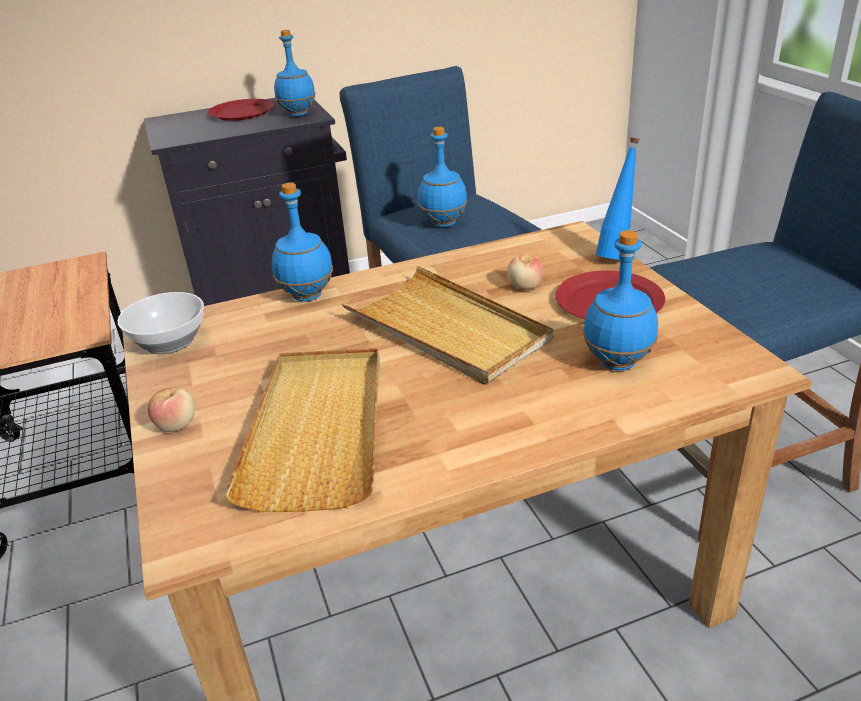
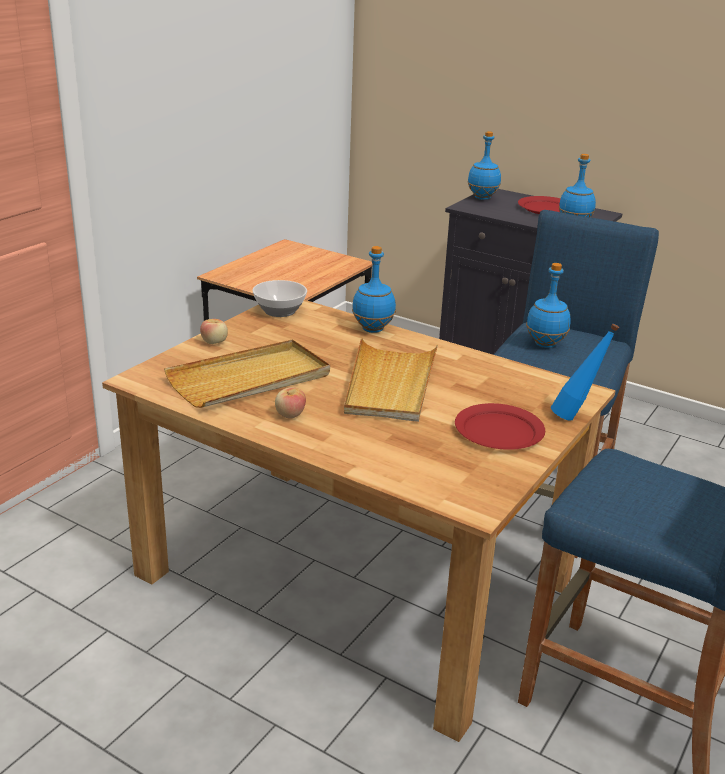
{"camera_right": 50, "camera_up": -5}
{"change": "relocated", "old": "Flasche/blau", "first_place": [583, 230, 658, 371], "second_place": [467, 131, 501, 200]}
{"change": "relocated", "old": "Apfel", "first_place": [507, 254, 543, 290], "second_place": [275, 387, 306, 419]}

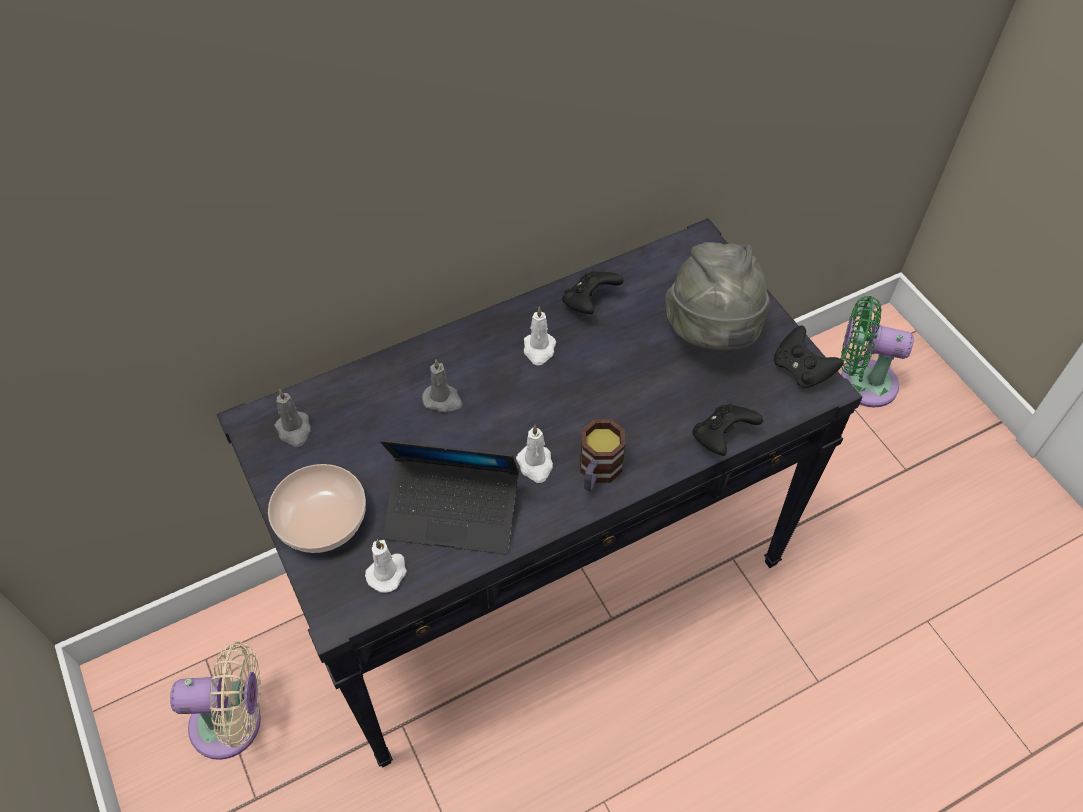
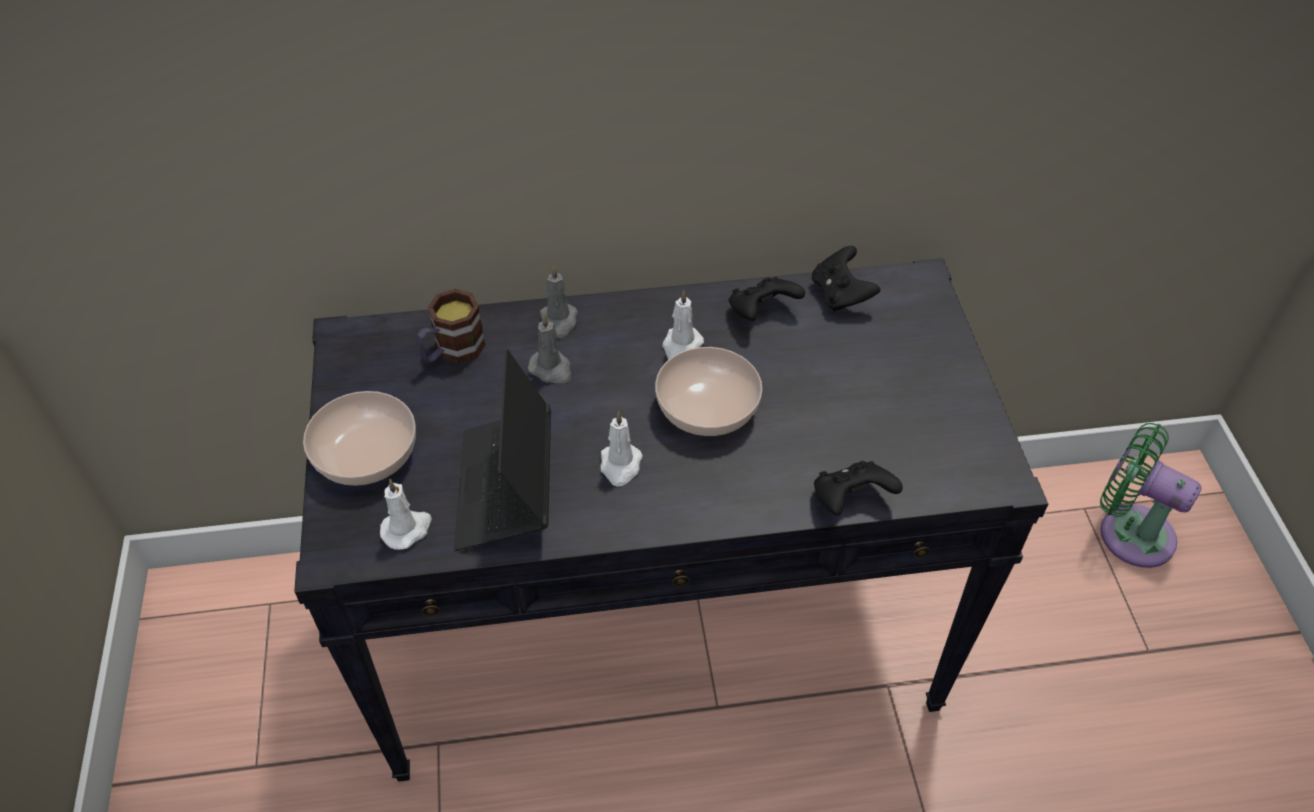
{"camera_right": 20, "camera_up": -5}
{"change": "missing", "old": "Hut/grau", "first_place": [665, 242, 770, 351]}
{"change": "relocated", "old": "Gamepad/schwarz", "first_place": [774, 326, 843, 389], "second_place": [812, 246, 881, 312]}
{"change": "relocated", "old": "Kerze/grau", "first_place": [274, 389, 311, 447], "second_place": [540, 266, 578, 339]}
{"change": "relocated", "old": "Henkelbecher", "first_place": [580, 419, 626, 491], "second_place": [417, 289, 486, 364]}
{"change": "spun", "old": "Laptop", "first_place": [380, 440, 519, 554], "second_place": [454, 349, 551, 550], "degrees": 60}
{"change": "missing", "old": "Ventilator/beige", "first_place": [170, 642, 261, 760]}
{"change": "appeared", "new": "Schüssel", "second_place": [655, 347, 762, 436]}

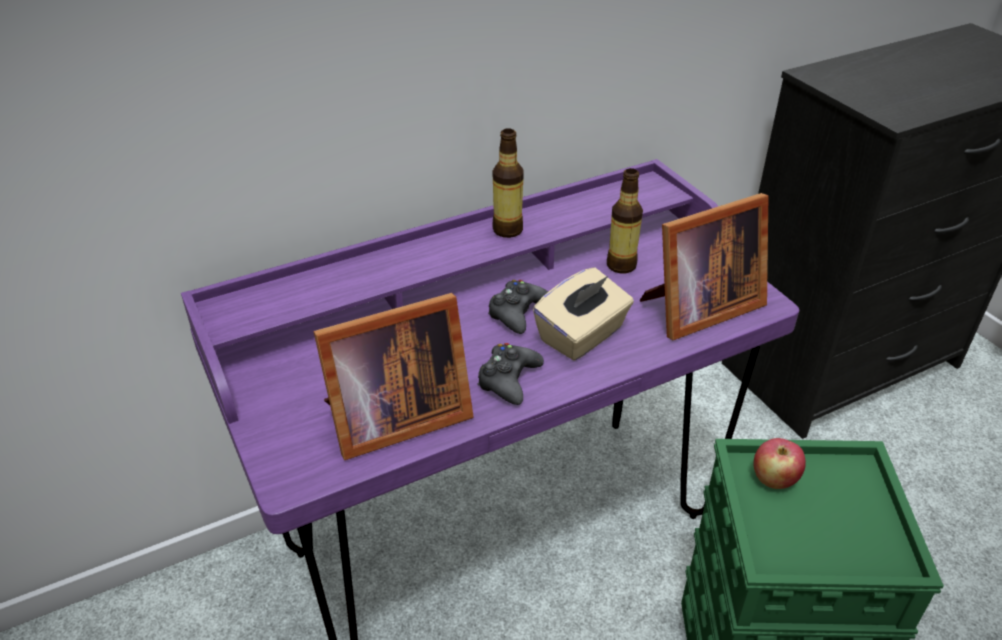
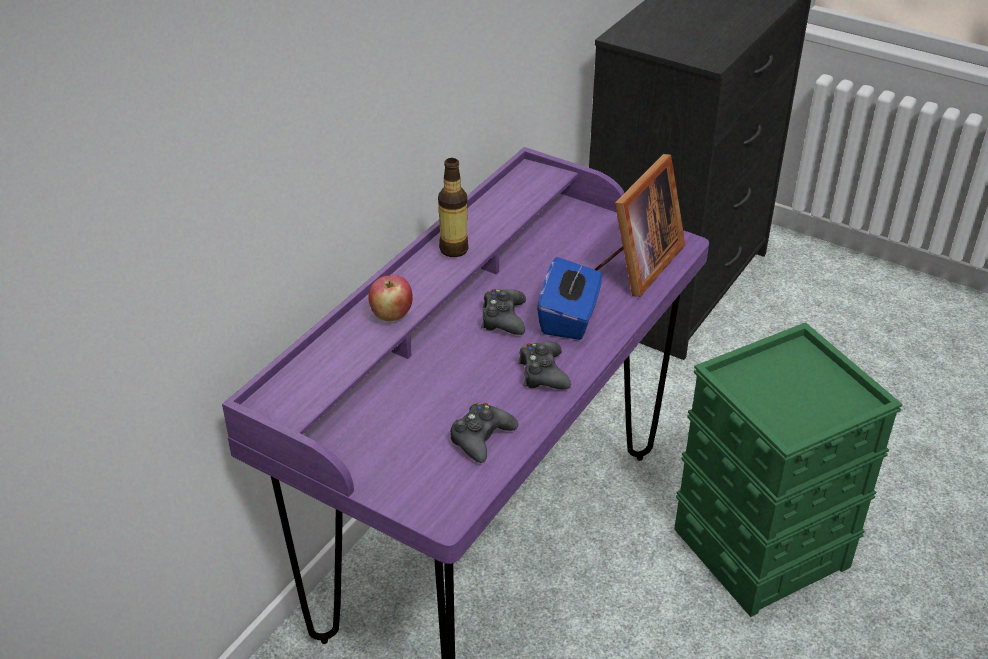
{"camera_right": -30, "camera_up": 0}
{"change": "missing", "old": "Flasche", "first_place": [607, 168, 643, 273]}
{"change": "colour", "old": "Taschentuchbox/beige", "new": "Taschentuchbox/blau", "first_place": [533, 268, 634, 361], "second_place": [537, 257, 602, 340]}
{"change": "exchanged", "old": "Bilderrahmen", "new": "Gamepad/schwarz", "first_place": [314, 293, 474, 460], "second_place": [450, 403, 518, 463]}
{"change": "relocated", "old": "Apfel", "first_place": [754, 438, 806, 489], "second_place": [369, 275, 413, 321]}

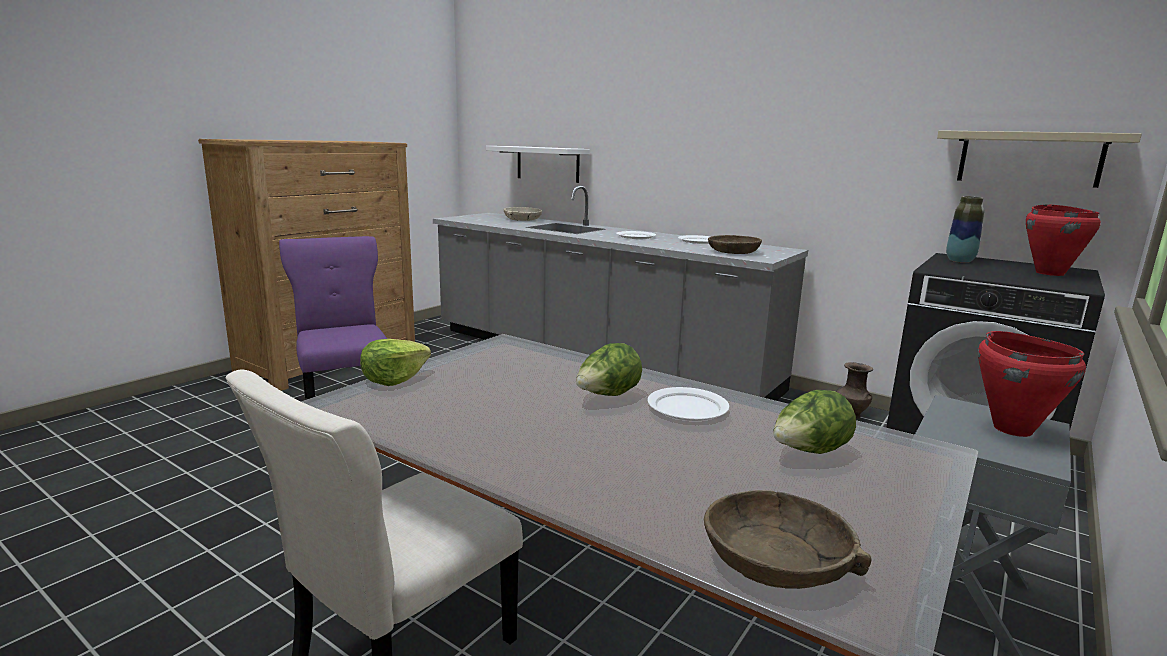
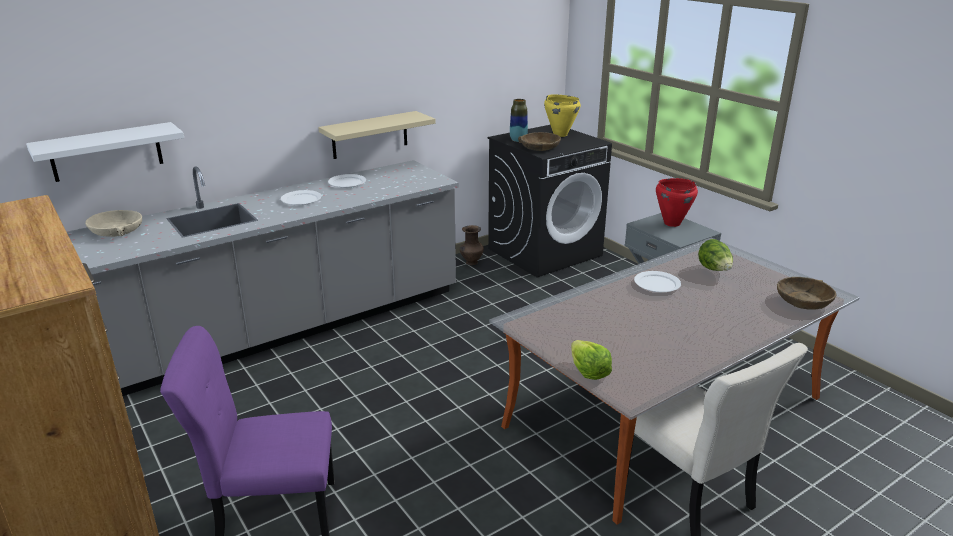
{"camera_right": -70, "camera_up": 10}
{"change": "relocated", "old": "Wandregal/beige", "first_place": [937, 130, 1142, 188], "second_place": [318, 111, 436, 159]}
{"change": "colour", "old": "Kochtopf/rot", "new": "Kochtopf/gelb", "first_place": [1026, 204, 1101, 276], "second_place": [544, 94, 581, 137]}
{"change": "relocated", "old": "Schüssel/braun", "first_place": [708, 235, 762, 254], "second_place": [518, 132, 561, 151]}
{"change": "missing", "old": "Salatkopf", "first_place": [576, 343, 642, 396]}

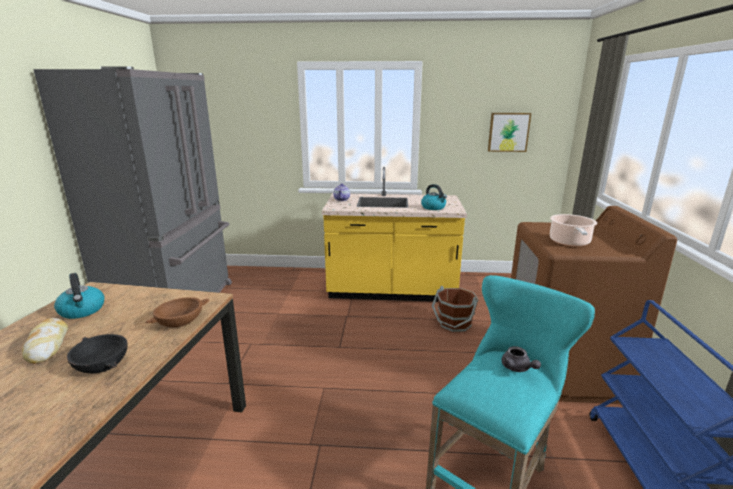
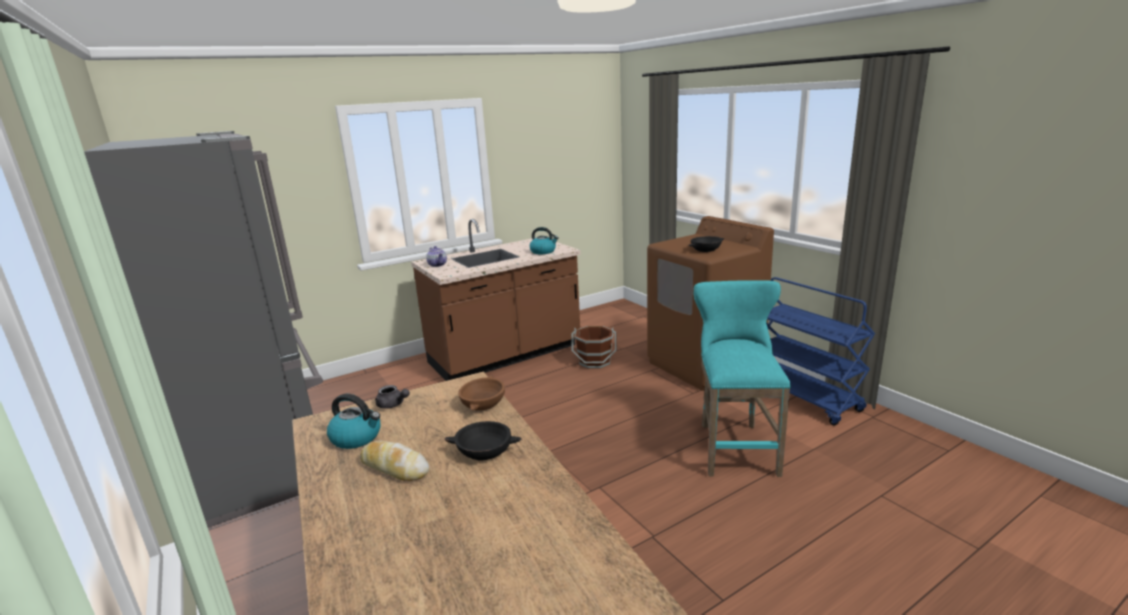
{"camera_right": -35, "camera_up": 0}
{"change": "missing", "old": "Bild", "first_place": [488, 113, 531, 152]}
{"change": "colour", "old": "Küchenzeile/gelb", "new": "Küchenzeile/braun", "first_place": [322, 167, 467, 302], "second_place": [411, 219, 581, 381]}
{"change": "exchanged", "old": "Kochtopf", "new": "Schüssel/schwarz", "first_place": [550, 214, 597, 247], "second_place": [688, 236, 724, 252]}
{"change": "relocated", "old": "Teekanne/grau", "first_place": [502, 346, 541, 372], "second_place": [375, 385, 410, 409]}

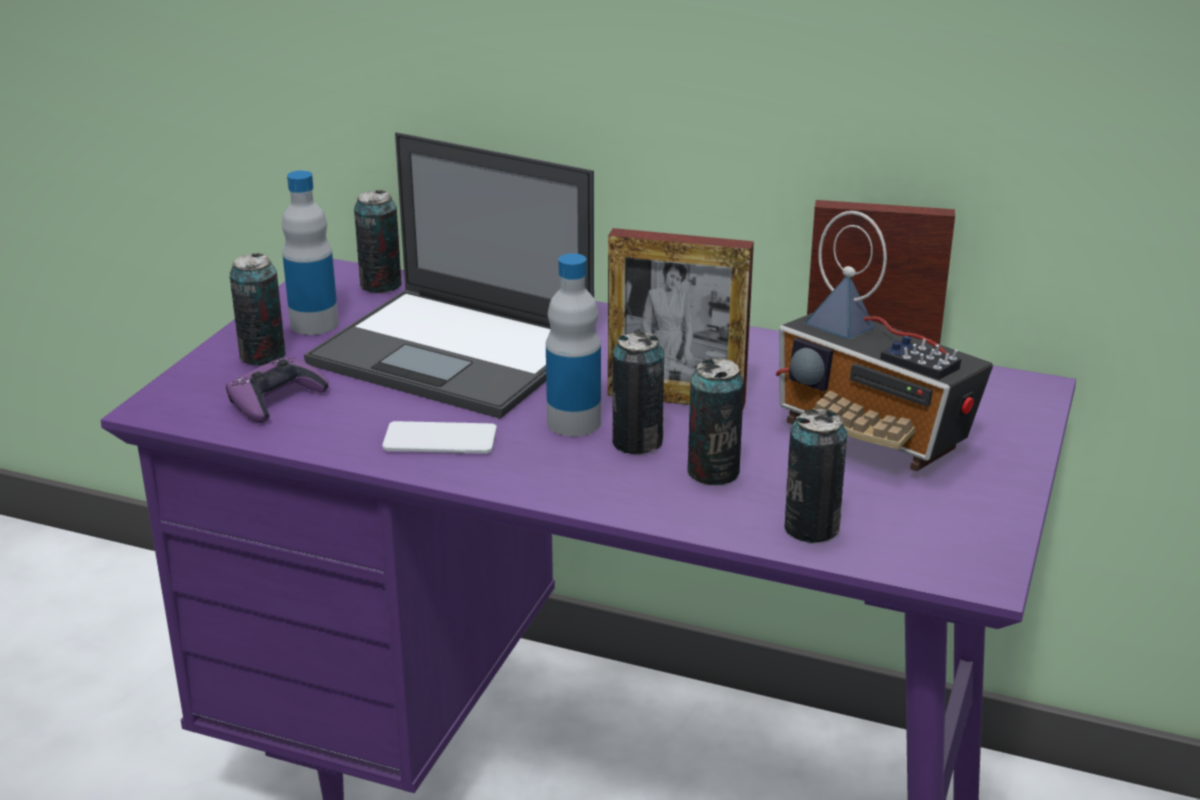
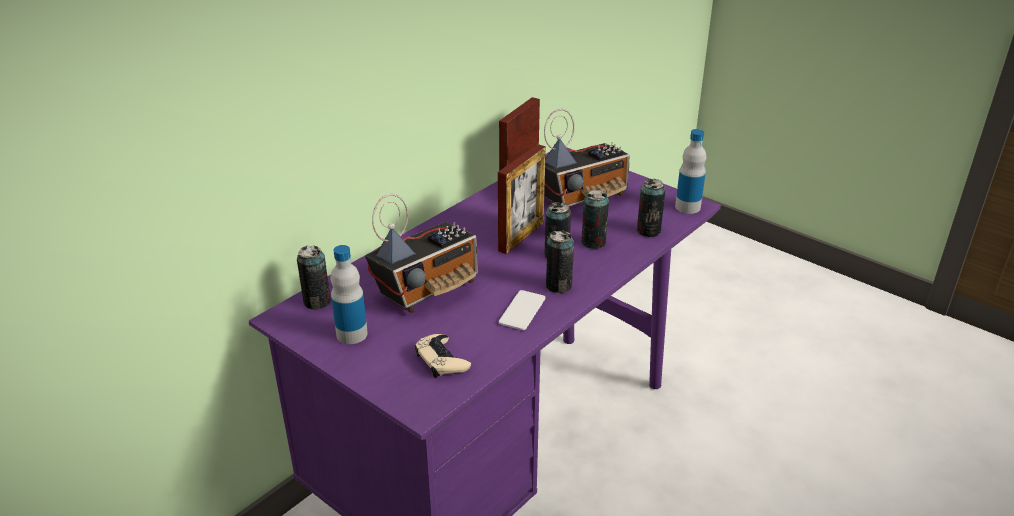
{"camera_right": -70, "camera_up": 5}
{"change": "exchanged", "old": "Laptop", "new": "Radio", "first_place": [304, 132, 594, 419], "second_place": [365, 194, 478, 313]}
{"change": "relocated", "old": "Dose", "first_place": [230, 253, 285, 366], "second_place": [546, 230, 574, 293]}
{"change": "relocated", "old": "Flasche", "first_place": [546, 253, 601, 436], "second_place": [675, 129, 706, 214]}
{"change": "colour", "old": "Gamepad/lila", "new": "Gamepad/beige", "first_place": [226, 357, 329, 423], "second_place": [415, 334, 471, 378]}

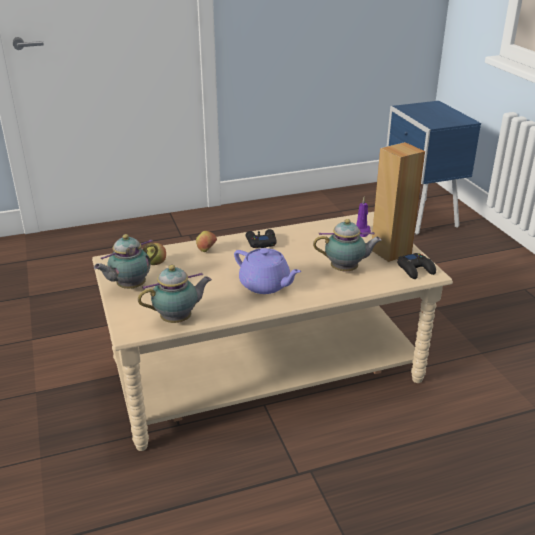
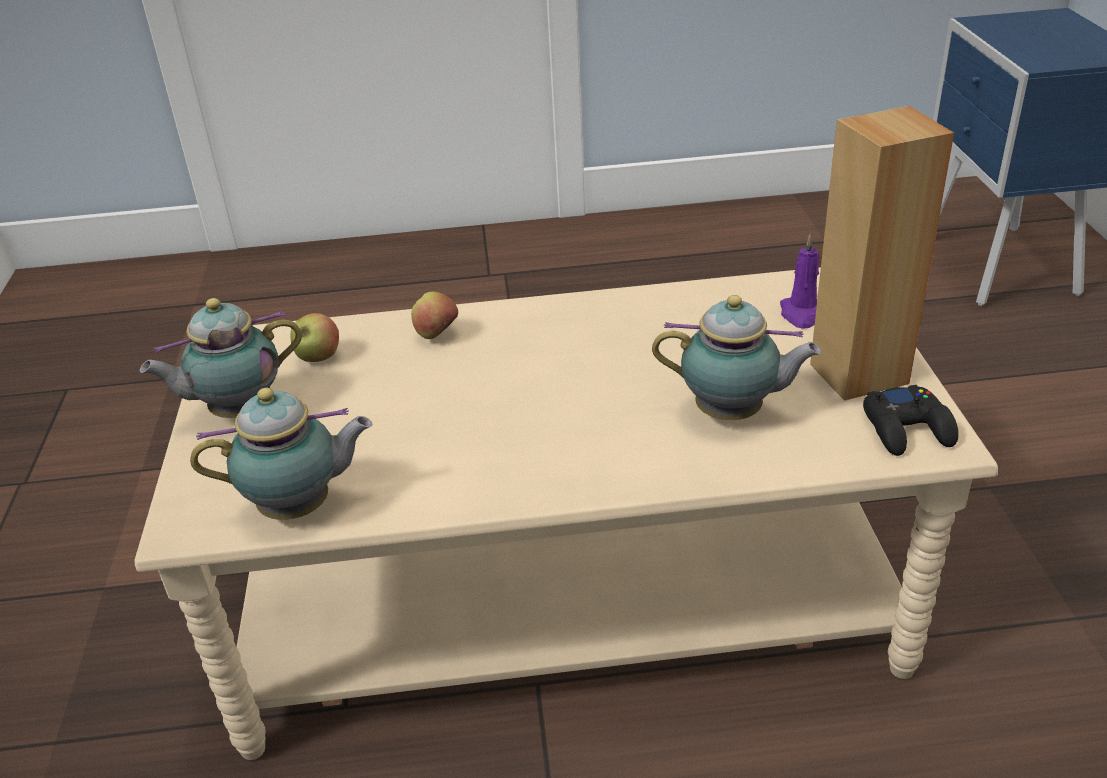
{"camera_right": 15, "camera_up": 5}
{"change": "missing", "old": "Gamepad/schwarz", "first_place": [246, 229, 276, 248]}
{"change": "missing", "old": "Teekanne/lila", "first_place": [234, 248, 301, 294]}

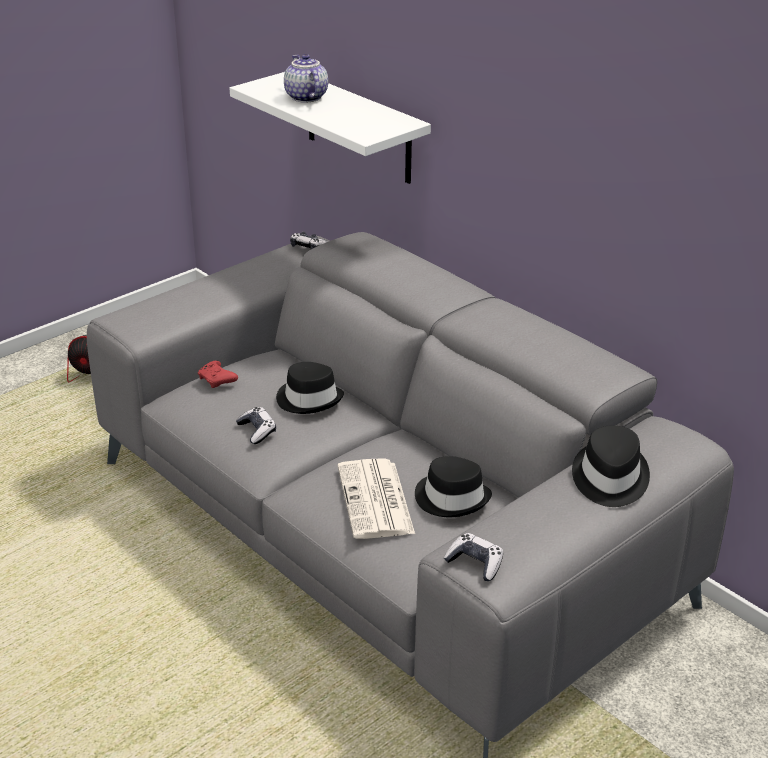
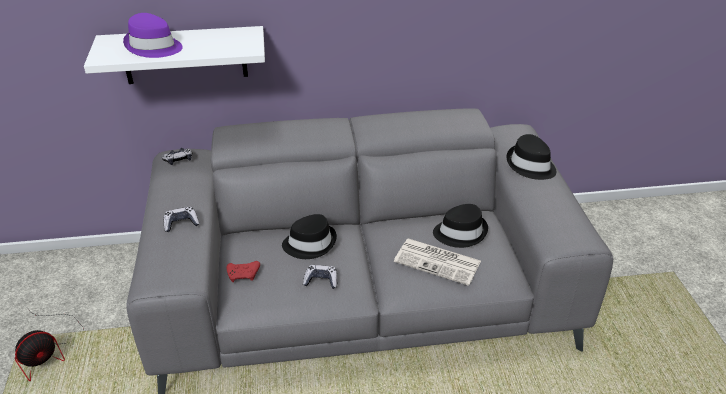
{"camera_right": -55, "camera_up": 5}
{"change": "exchanged", "old": "Teekanne", "new": "Hut/lila", "first_place": [284, 54, 328, 103], "second_place": [123, 13, 183, 58]}
{"change": "relocated", "old": "Gamepad", "first_place": [444, 533, 503, 581], "second_place": [164, 206, 199, 232]}

